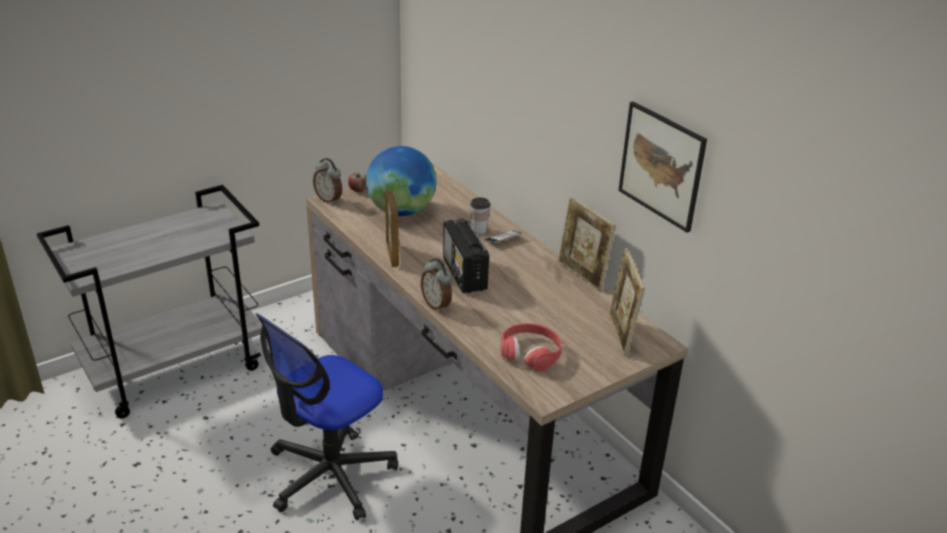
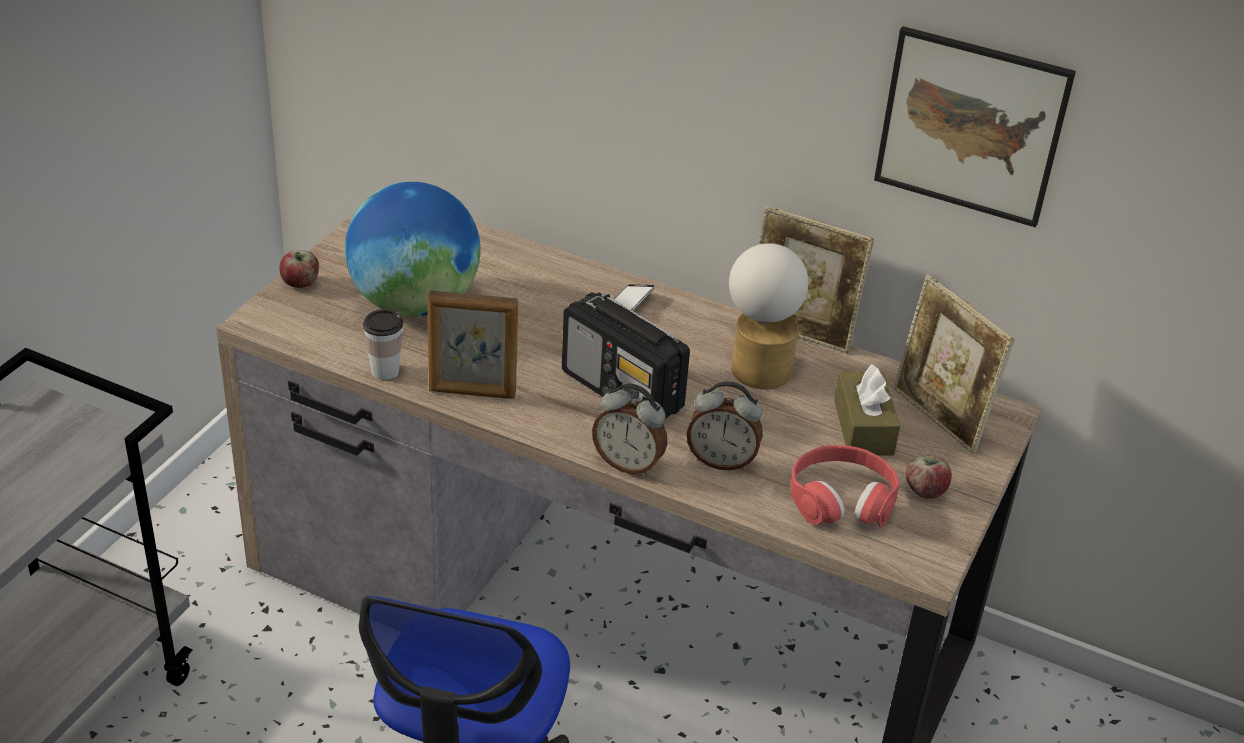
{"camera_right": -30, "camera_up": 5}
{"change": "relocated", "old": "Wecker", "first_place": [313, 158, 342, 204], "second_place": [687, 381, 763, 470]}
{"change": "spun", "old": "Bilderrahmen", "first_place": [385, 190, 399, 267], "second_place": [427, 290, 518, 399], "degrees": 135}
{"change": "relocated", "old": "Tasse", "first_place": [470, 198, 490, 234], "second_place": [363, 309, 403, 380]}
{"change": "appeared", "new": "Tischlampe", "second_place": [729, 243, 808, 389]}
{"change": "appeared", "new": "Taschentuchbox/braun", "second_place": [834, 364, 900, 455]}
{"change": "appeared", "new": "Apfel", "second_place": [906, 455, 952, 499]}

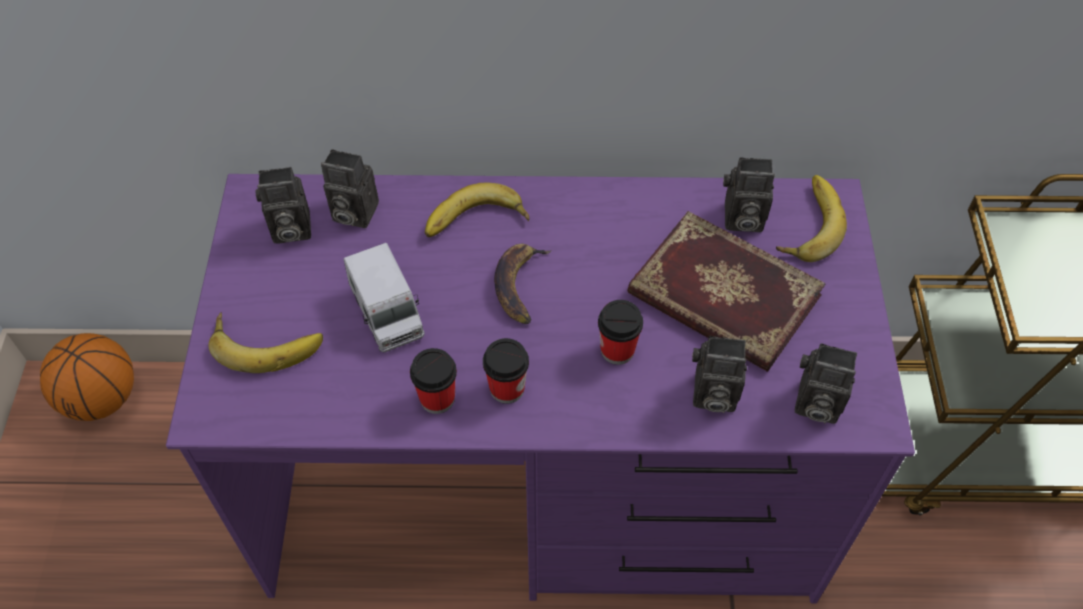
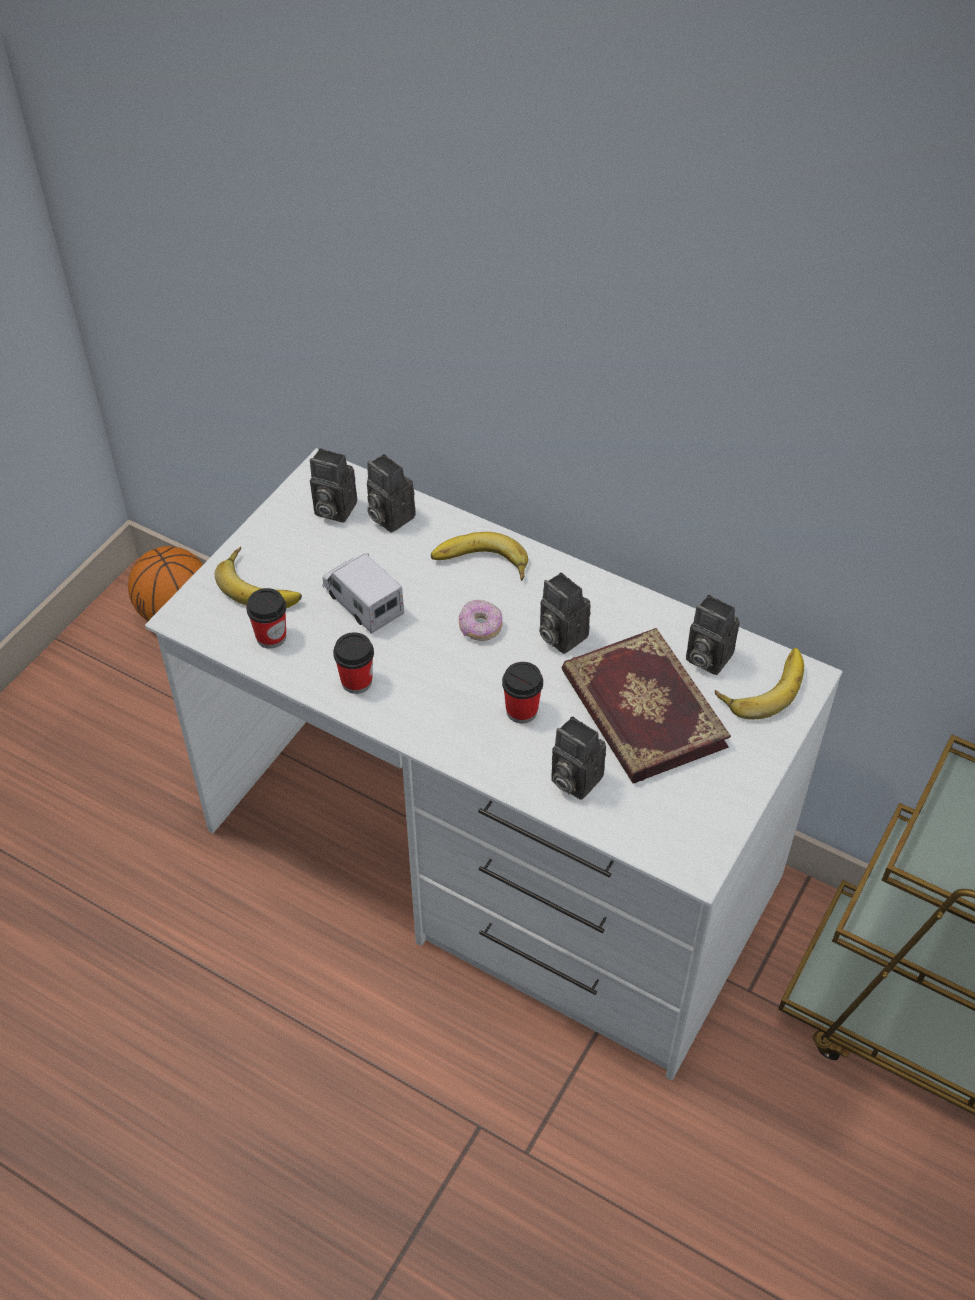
{"camera_right": 30, "camera_up": -5}
{"change": "colour", "old": "Schreibtisch/lila", "new": "Schreibtisch/weiß", "first_place": [166, 174, 915, 603], "second_place": [145, 448, 842, 1080]}
{"change": "spun", "old": "Spielzeuglaster", "first_place": [344, 243, 425, 352], "second_place": [322, 553, 404, 634], "degrees": 135}
{"change": "exchanged", "old": "Banane", "new": "Donut", "first_place": [494, 244, 552, 324], "second_place": [459, 600, 503, 641]}
{"change": "relocated", "old": "Tasse", "first_place": [483, 338, 529, 404], "second_place": [246, 588, 286, 649]}
{"change": "relocated", "old": "Kamera", "first_place": [795, 343, 857, 424], "second_place": [539, 572, 591, 654]}

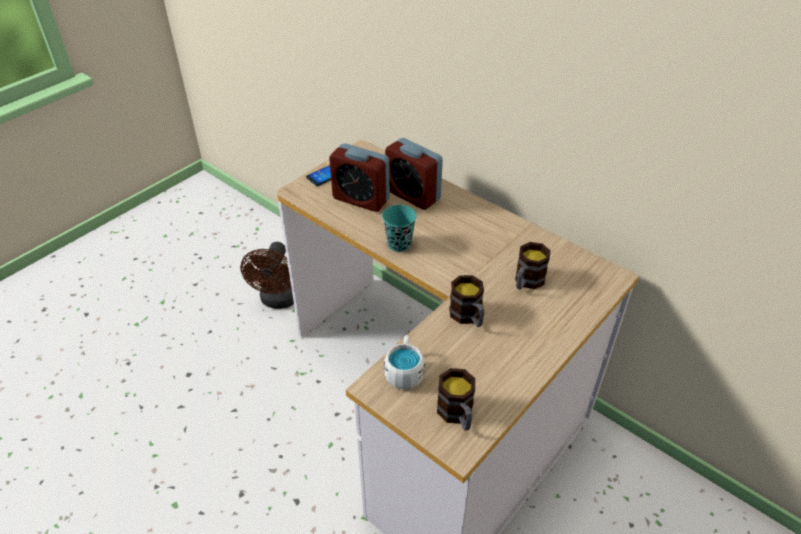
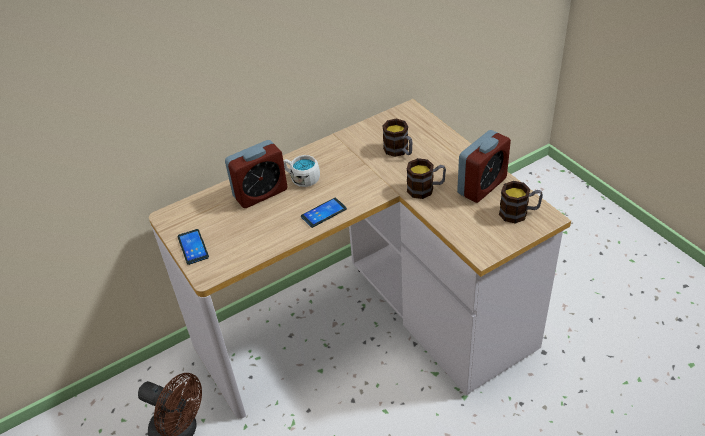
{"camera_right": -70, "camera_up": 0}
{"change": "relocated", "old": "Wecker", "first_place": [329, 143, 390, 212], "second_place": [457, 130, 511, 203]}
{"change": "exchanged", "old": "Tasse/türkis", "new": "Handy", "first_place": [382, 205, 416, 252], "second_place": [301, 198, 347, 228]}
{"change": "relocated", "old": "Henkelbecher/weiß", "first_place": [384, 335, 425, 389], "second_place": [283, 155, 320, 187]}

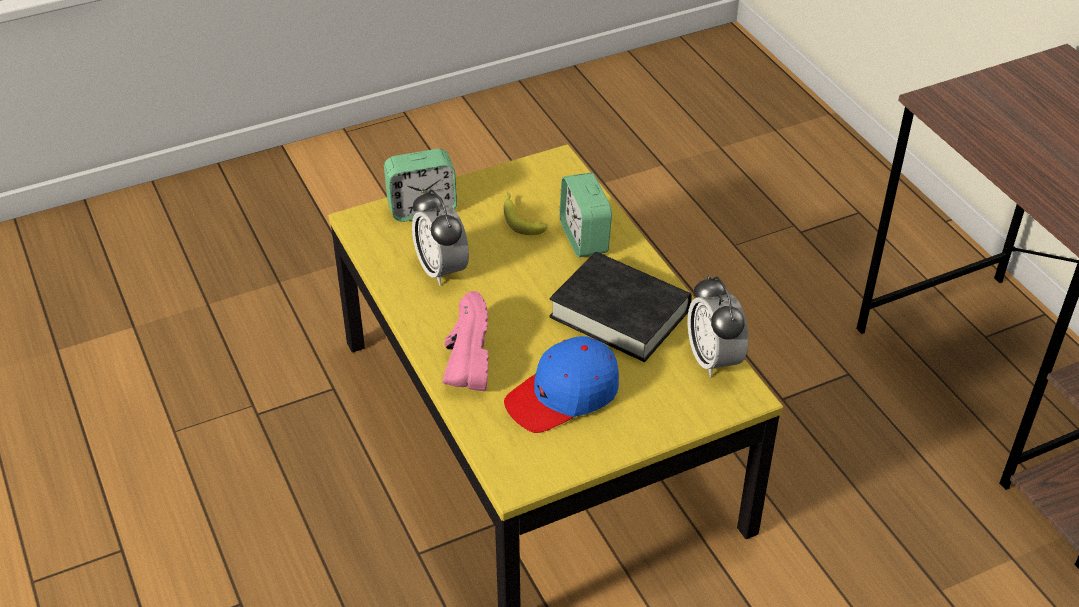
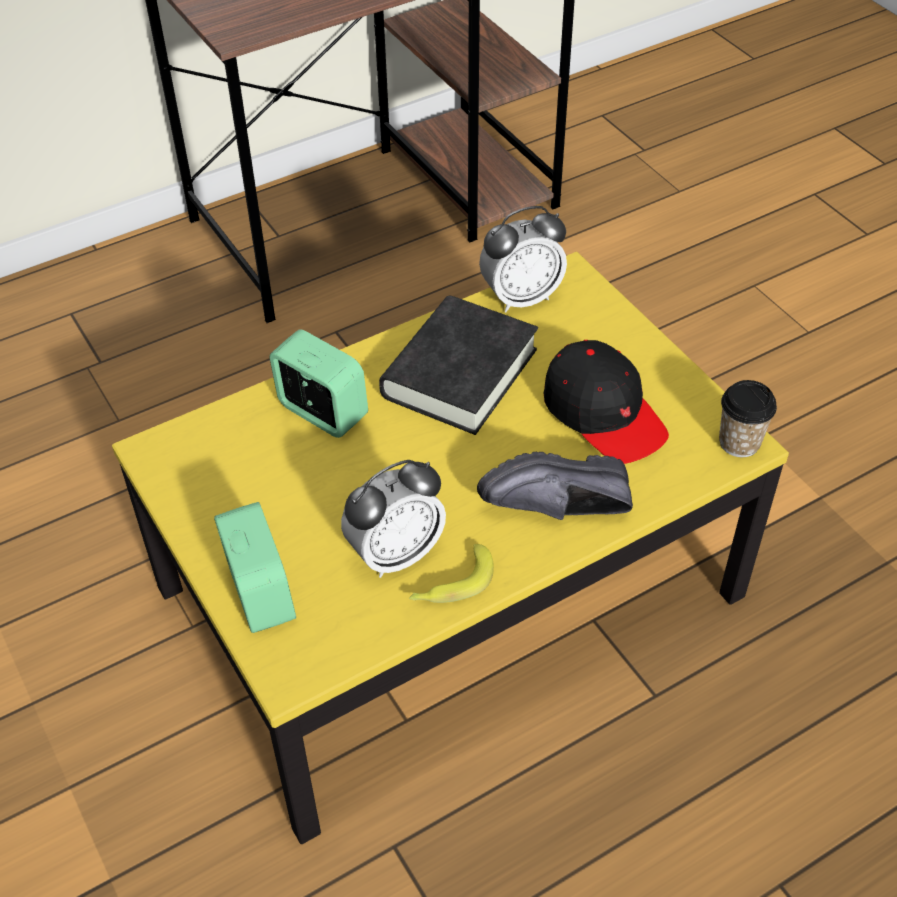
{"camera_right": -95, "camera_up": 5}
{"change": "spun", "old": "Wecker", "first_place": [559, 173, 612, 257], "second_place": [269, 329, 368, 438], "degrees": -120}
{"change": "relocated", "old": "Banane", "first_place": [504, 193, 548, 235], "second_place": [409, 544, 494, 603]}
{"change": "colour", "old": "Schuh/rosa", "new": "Schuh/schwarz", "first_place": [443, 291, 489, 391], "second_place": [477, 452, 633, 520]}
{"change": "colour", "old": "Kappe/blau", "new": "Kappe/schwarz", "first_place": [504, 336, 619, 433], "second_place": [544, 340, 669, 464]}
{"change": "appeared", "new": "Tasse", "second_place": [719, 380, 777, 457]}

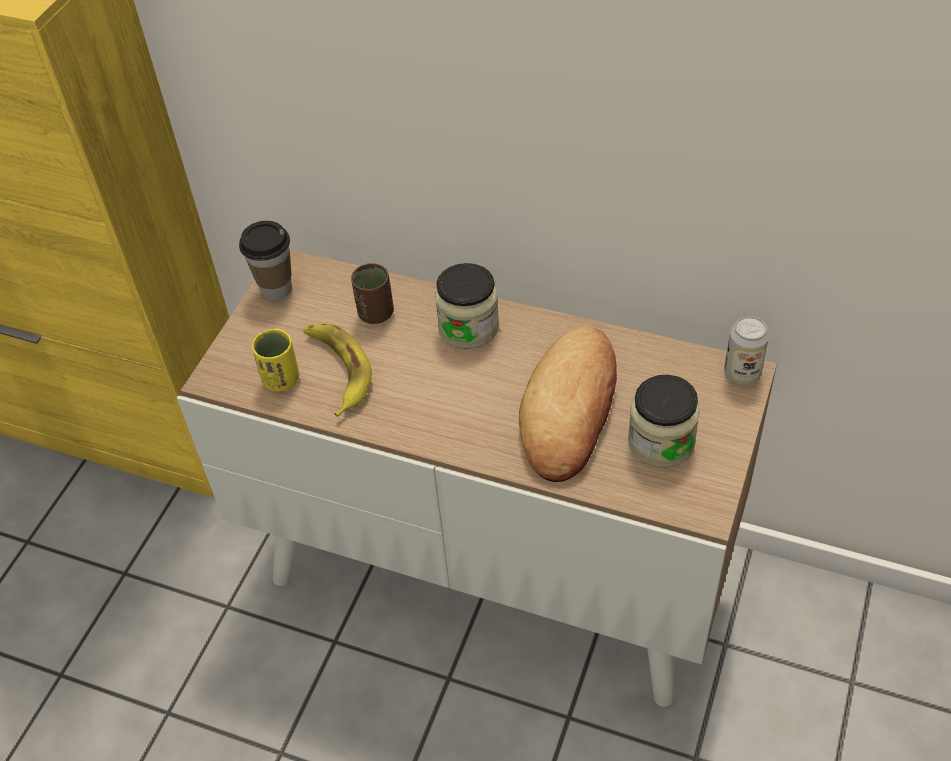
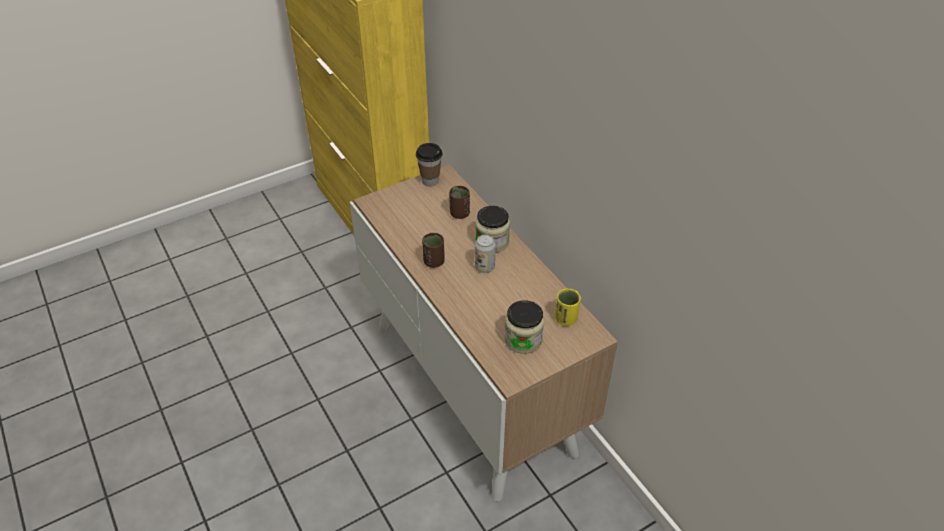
{"camera_right": 35, "camera_up": -5}
{"change": "relocated", "old": "Dose", "first_place": [724, 316, 769, 385], "second_place": [475, 235, 496, 273]}
{"change": "missing", "old": "Banane", "first_place": [304, 323, 372, 417]}
{"change": "missing", "old": "Brot", "first_place": [519, 326, 617, 482]}
{"change": "relocated", "old": "Tasse/gelb", "first_place": [252, 329, 299, 391], "second_place": [555, 289, 580, 326]}
{"change": "appeared", "new": "Tasse/braun", "second_place": [422, 233, 445, 268]}

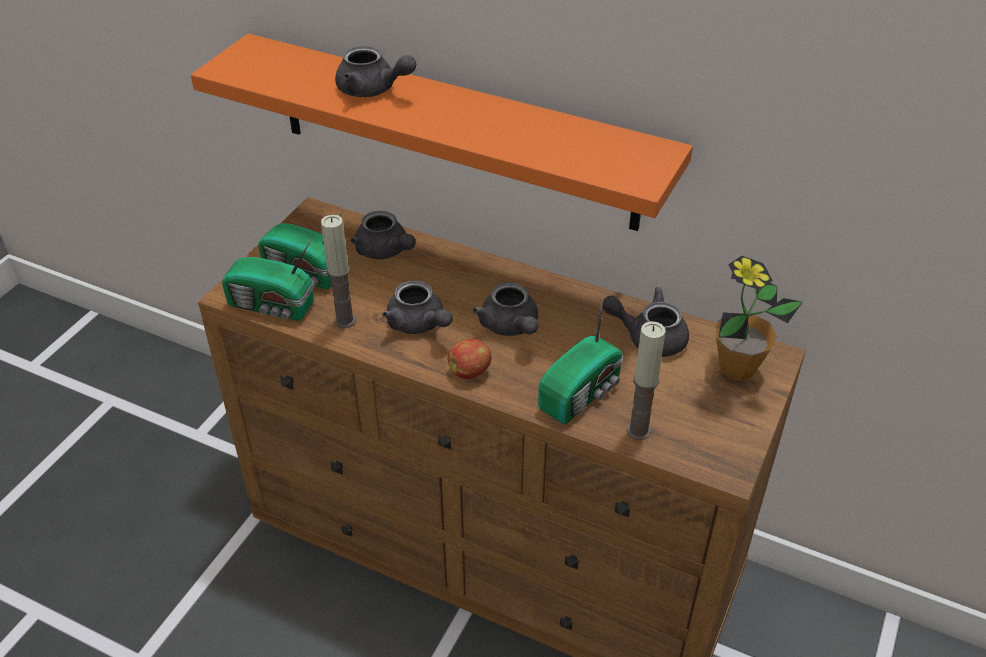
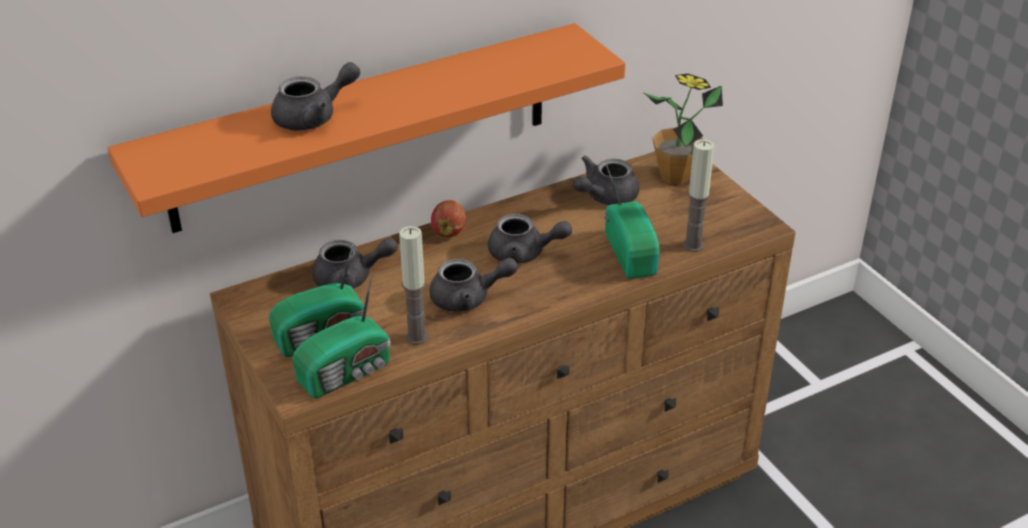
{"camera_right": -55, "camera_up": -5}
{"change": "relocated", "old": "Apfel", "first_place": [447, 339, 491, 379], "second_place": [431, 200, 466, 237]}

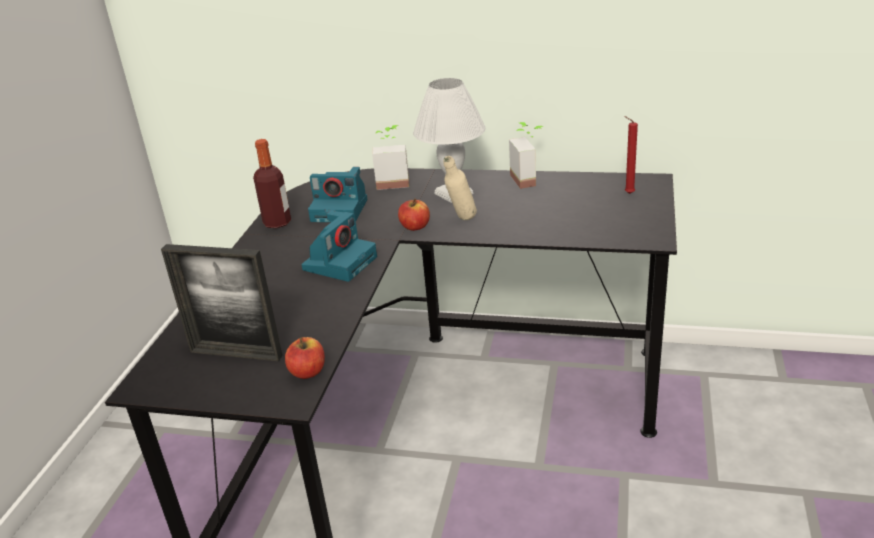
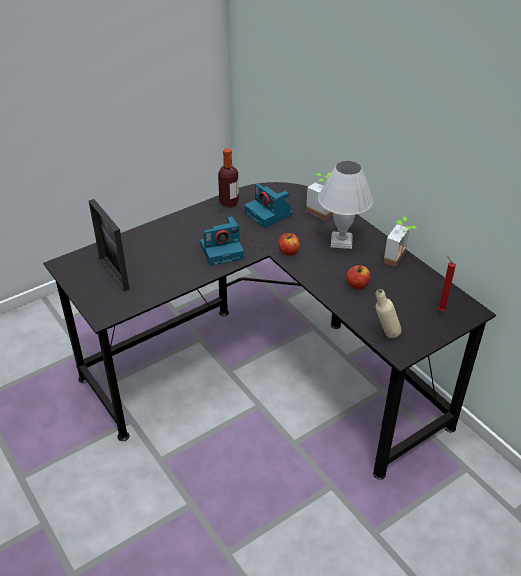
{"camera_right": 40, "camera_up": 10}
{"change": "relocated", "old": "Flasche/beige", "first_place": [443, 156, 477, 220], "second_place": [376, 289, 401, 338]}
{"change": "relocated", "old": "Apfel", "first_place": [285, 337, 325, 379], "second_place": [346, 266, 370, 289]}

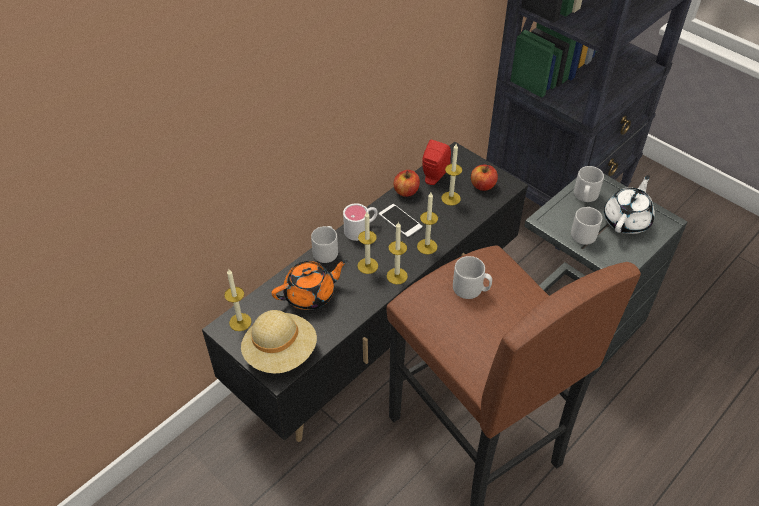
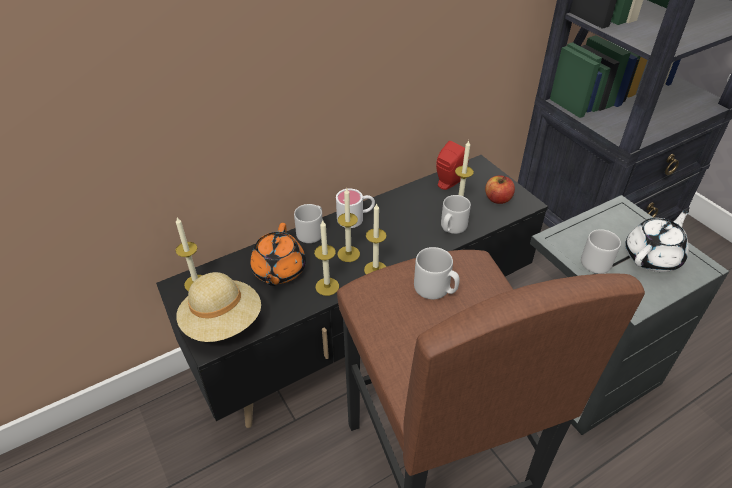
{"camera_right": 15, "camera_up": -5}
{"change": "relocated", "old": "Henkelbecher/grau", "first_place": [574, 166, 604, 202], "second_place": [441, 195, 471, 234]}
{"change": "missing", "old": "Apfel", "first_place": [394, 170, 420, 197]}
{"change": "relocated", "old": "Kerze", "first_place": [417, 192, 438, 254], "second_place": [314, 220, 339, 296]}
{"change": "missing", "old": "Handy", "first_place": [379, 204, 422, 237]}
{"change": "spun", "old": "Teekanne/orange", "first_place": [272, 260, 348, 310], "second_place": [250, 223, 306, 286], "degrees": 105}

